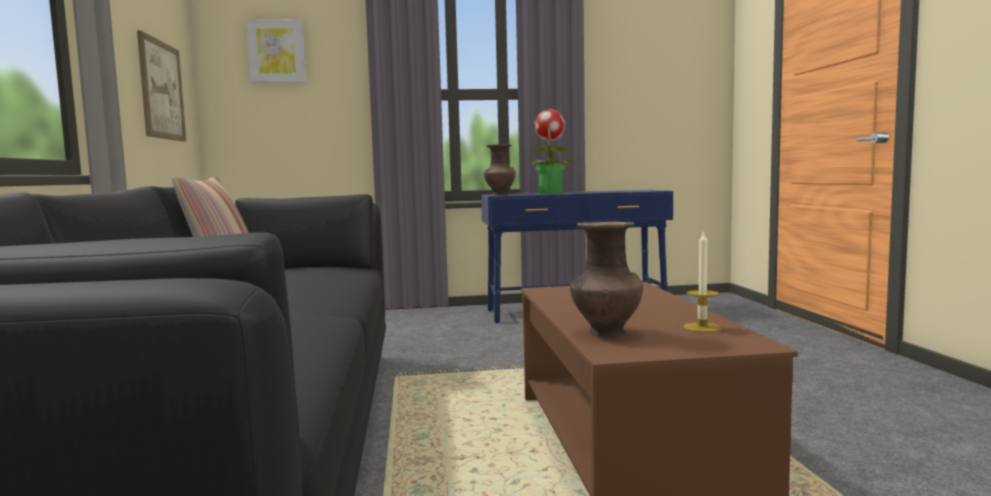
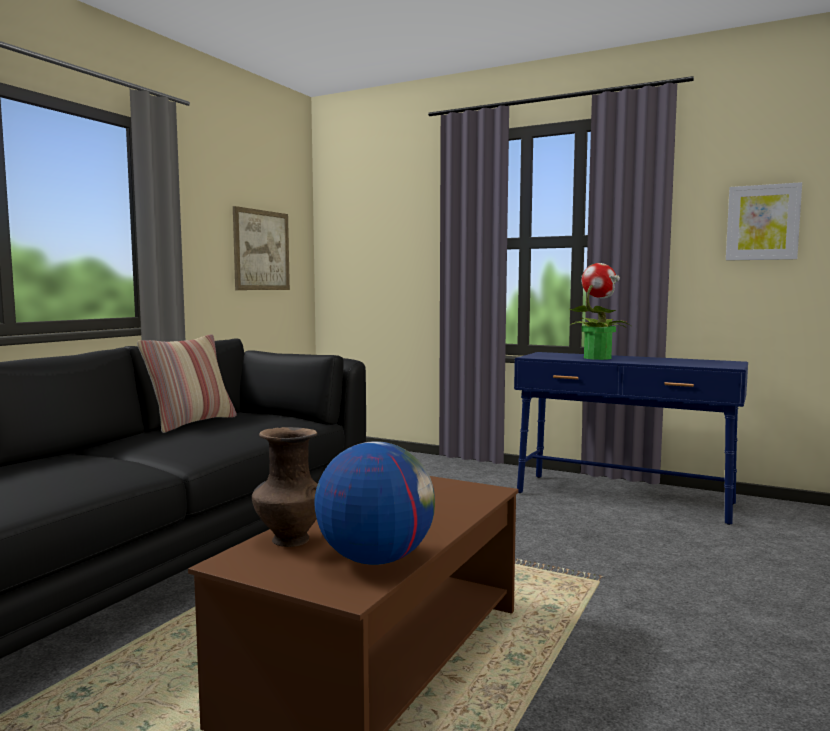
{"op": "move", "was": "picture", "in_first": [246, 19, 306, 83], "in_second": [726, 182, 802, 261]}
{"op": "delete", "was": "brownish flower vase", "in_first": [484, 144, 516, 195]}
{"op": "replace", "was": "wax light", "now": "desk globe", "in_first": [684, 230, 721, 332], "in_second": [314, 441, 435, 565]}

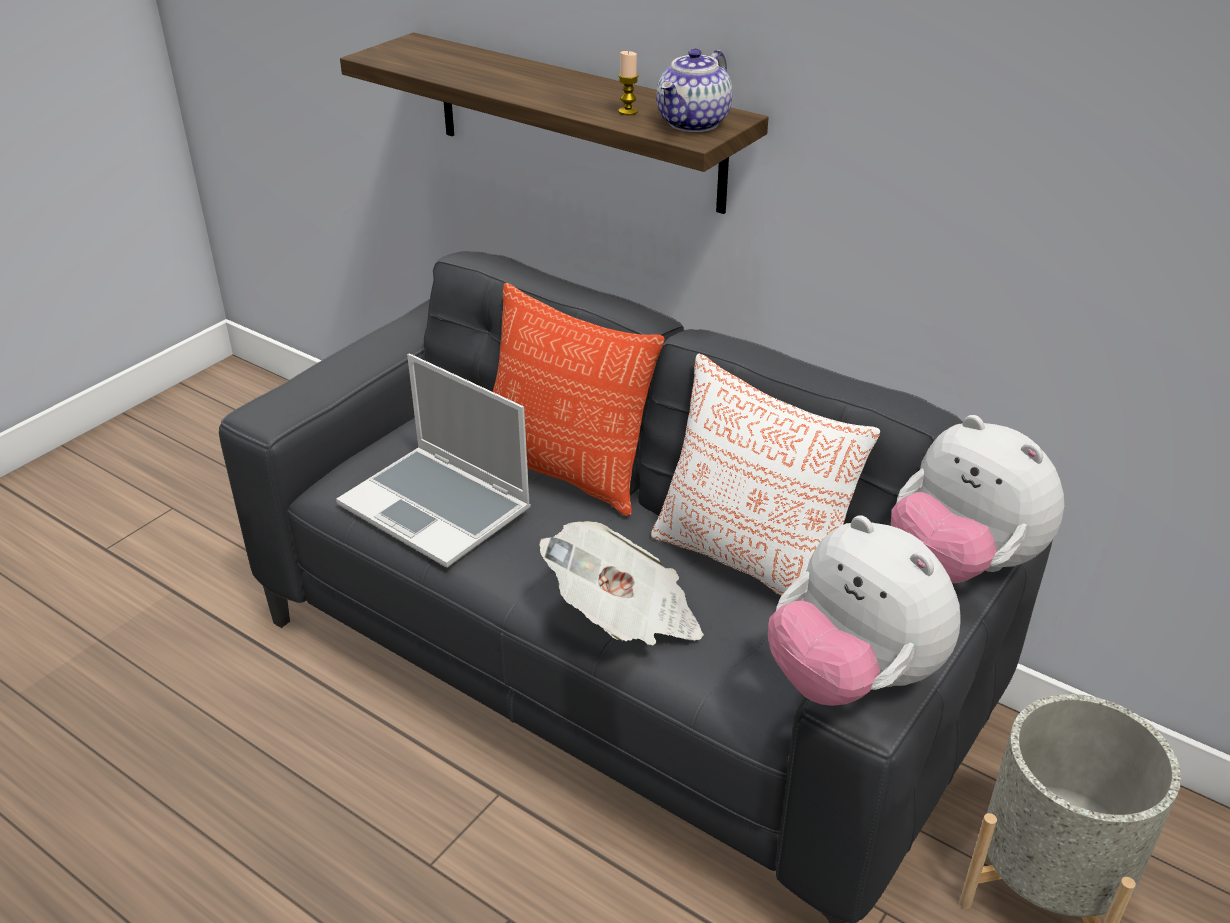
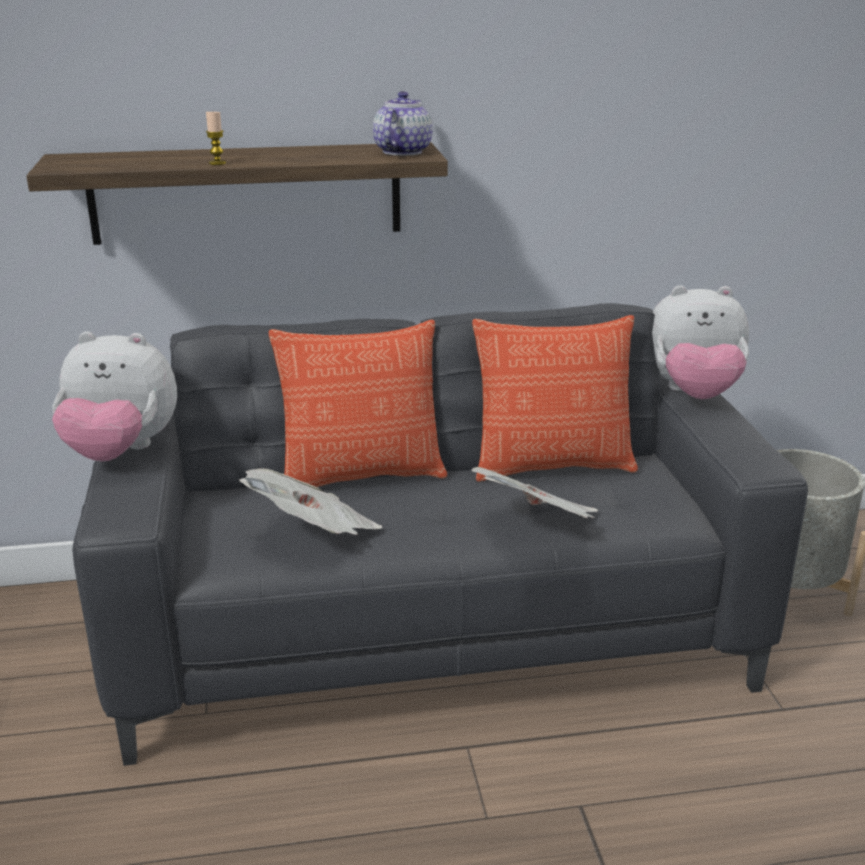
{"op": "rotate", "was": "teapot", "in_first": [657, 49, 732, 132], "in_second": [373, 91, 433, 156], "clockwise": -150}
{"op": "move", "was": "wax light", "in_first": [618, 51, 639, 115], "in_second": [206, 112, 226, 165]}
{"op": "replace", "was": "laptop", "now": "printed paper", "in_first": [336, 354, 531, 568], "in_second": [239, 468, 382, 535]}
{"op": "recolor", "was": "white-coloured cushion", "now": "orange cushion", "in_first": [651, 354, 880, 601], "in_second": [472, 315, 638, 482]}
{"op": "move", "was": "cuddly toy", "in_first": [768, 515, 961, 706], "in_second": [52, 331, 177, 462]}

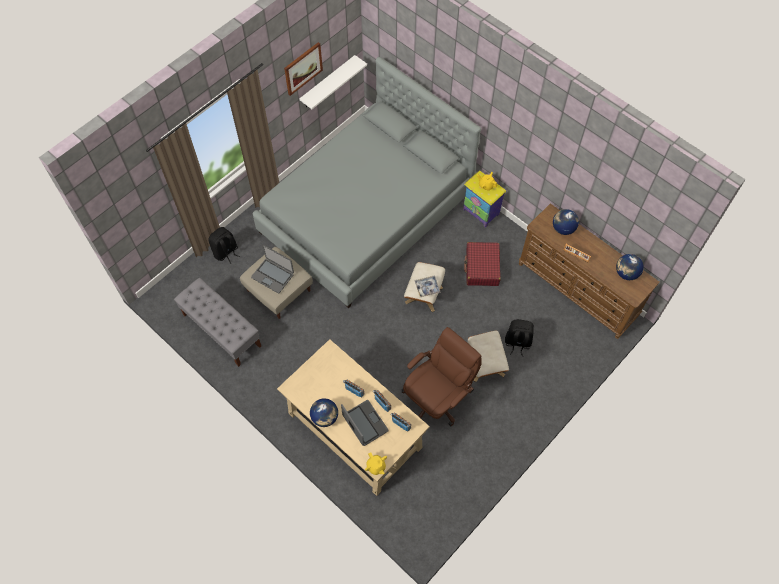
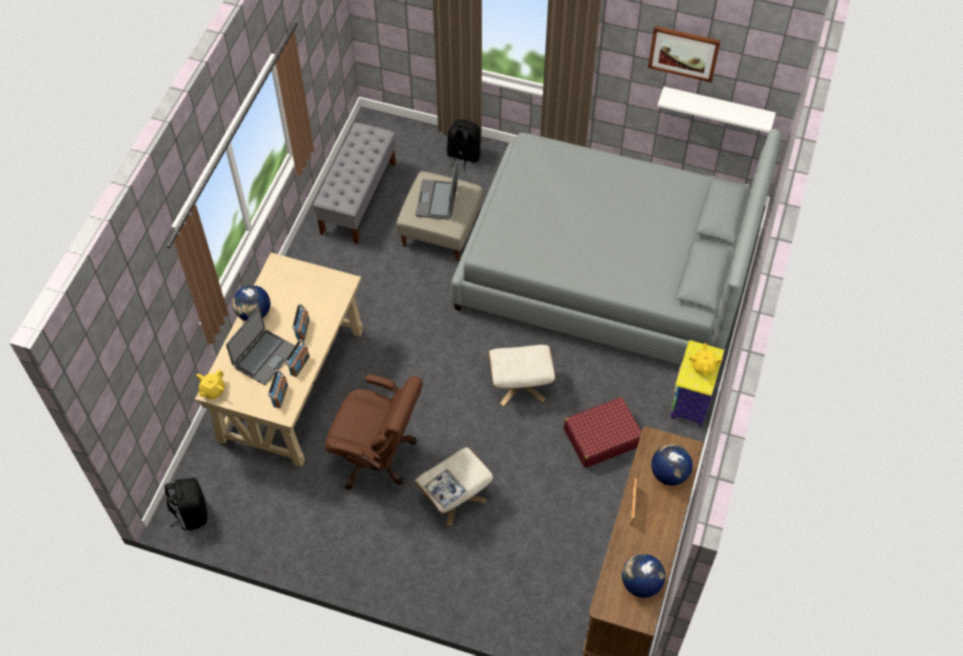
{"op": "move", "was": "serving tray", "in_first": [415, 275, 441, 297], "in_second": [423, 469, 468, 509]}
{"op": "move", "was": "blackish rucksack", "in_first": [505, 319, 534, 357], "in_second": [165, 478, 207, 531]}

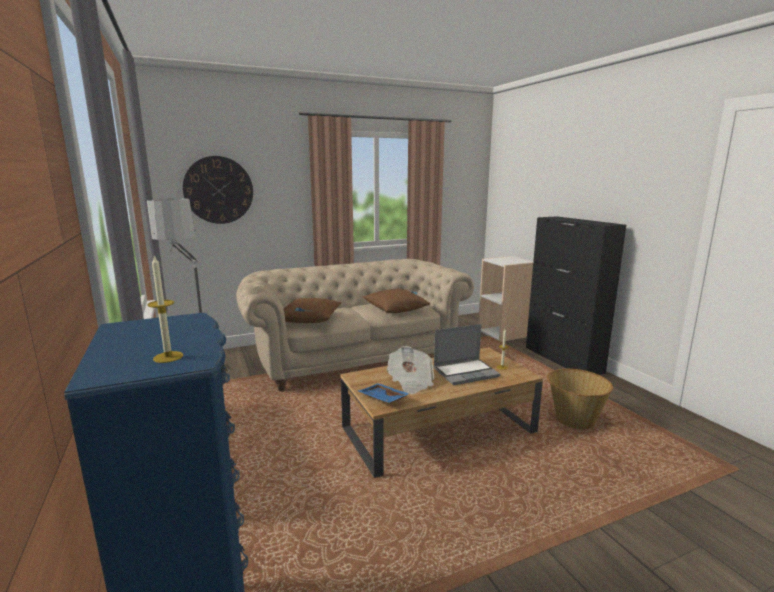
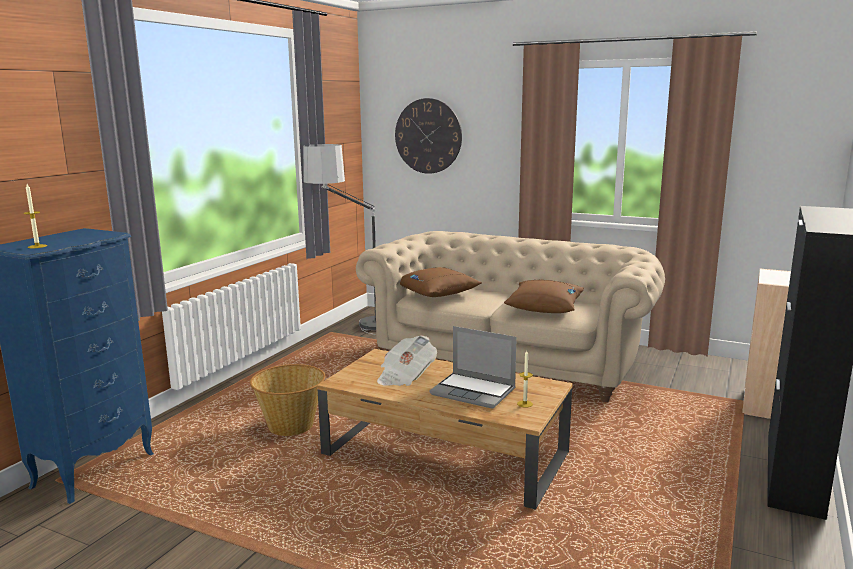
{"op": "move", "was": "storage basket", "in_first": [547, 369, 613, 429], "in_second": [250, 364, 325, 436]}
{"op": "delete", "was": "bluish serving tray", "in_first": [358, 383, 410, 403]}

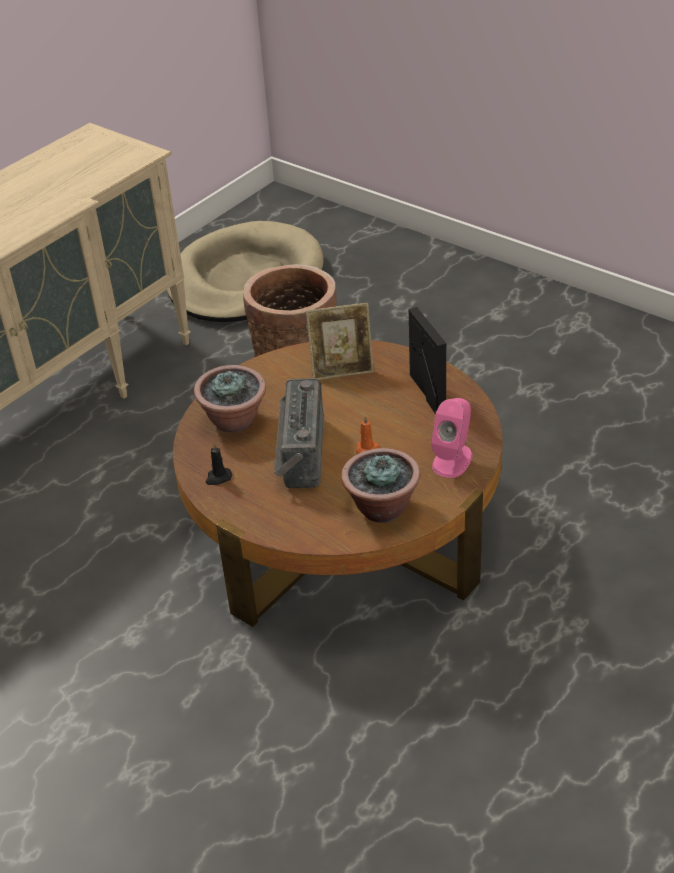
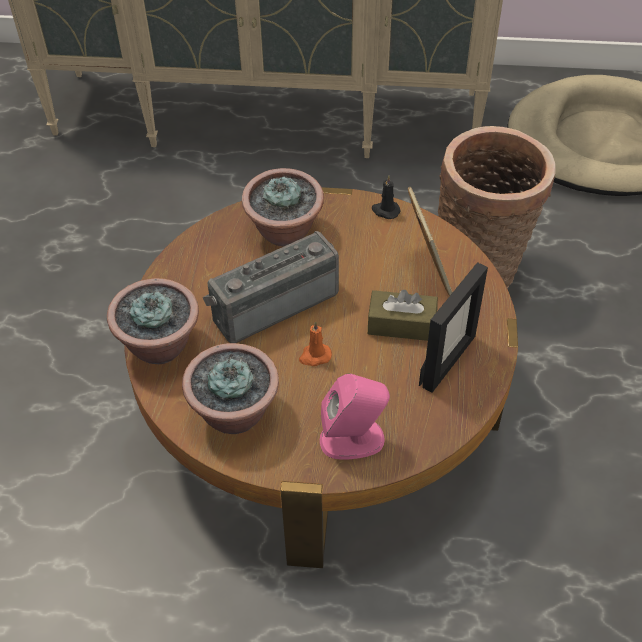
{"op": "rotate", "was": "picture frame", "in_first": [306, 303, 374, 380], "in_second": [408, 187, 452, 296], "clockwise": -150}
{"op": "move", "was": "blackish wax light", "in_first": [205, 443, 232, 485], "in_second": [372, 175, 401, 219]}
{"op": "insert", "now": "houseplant", "in_second": [107, 278, 199, 364]}
{"op": "insert", "now": "brownish tissue box", "in_second": [368, 290, 438, 341]}

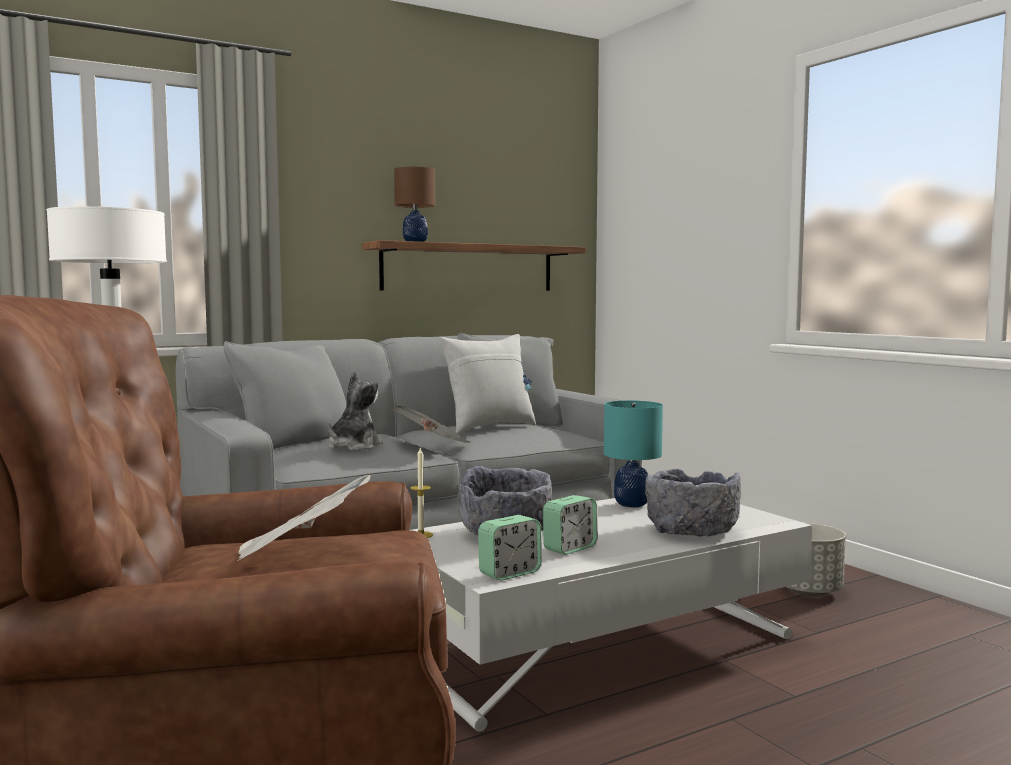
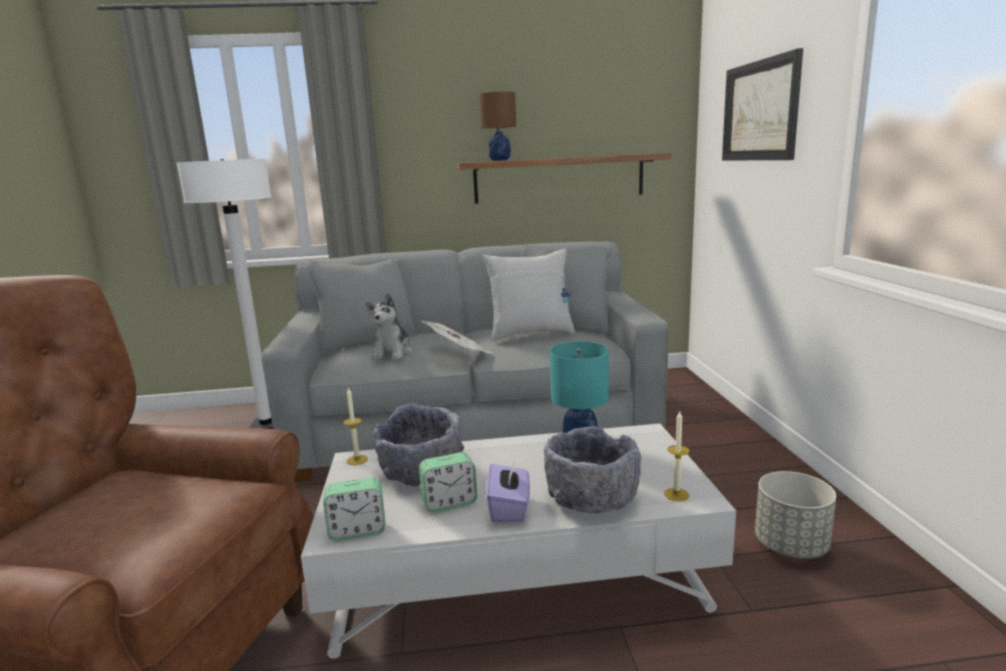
{"op": "rotate", "was": "cuddly toy", "in_first": [329, 372, 383, 451], "in_second": [365, 293, 412, 359], "clockwise": 135}
{"op": "delete", "was": "printed paper", "in_first": [236, 475, 371, 562]}
{"op": "insert", "now": "picture", "in_second": [722, 48, 803, 161]}
{"op": "insert", "now": "wax light", "in_second": [664, 411, 689, 501]}
{"op": "insert", "now": "purple-coloured tissue box", "in_second": [486, 460, 530, 523]}

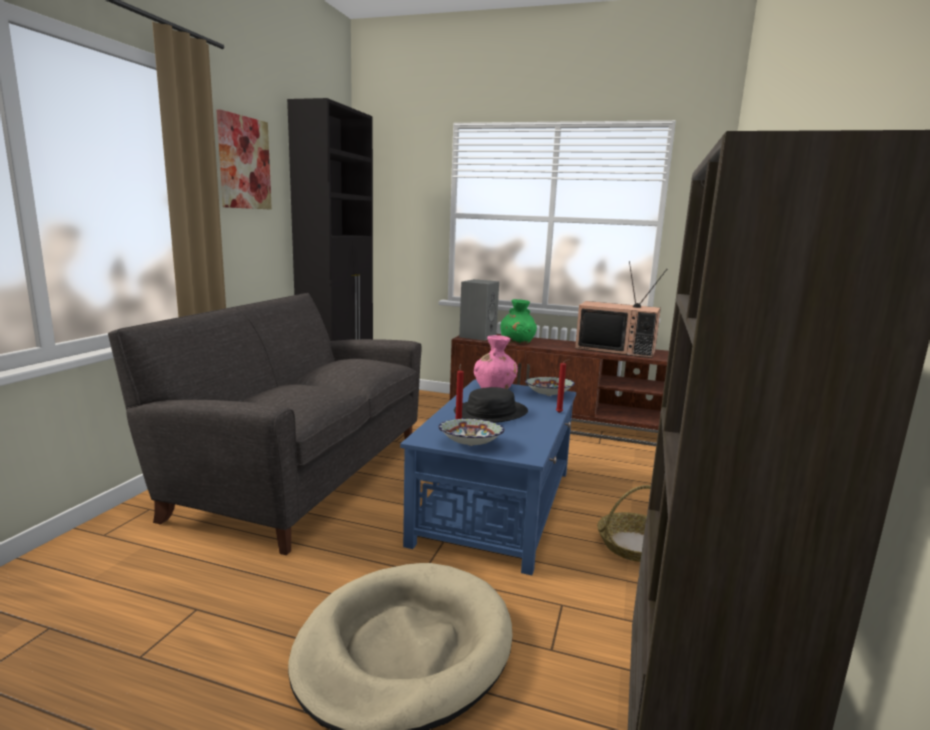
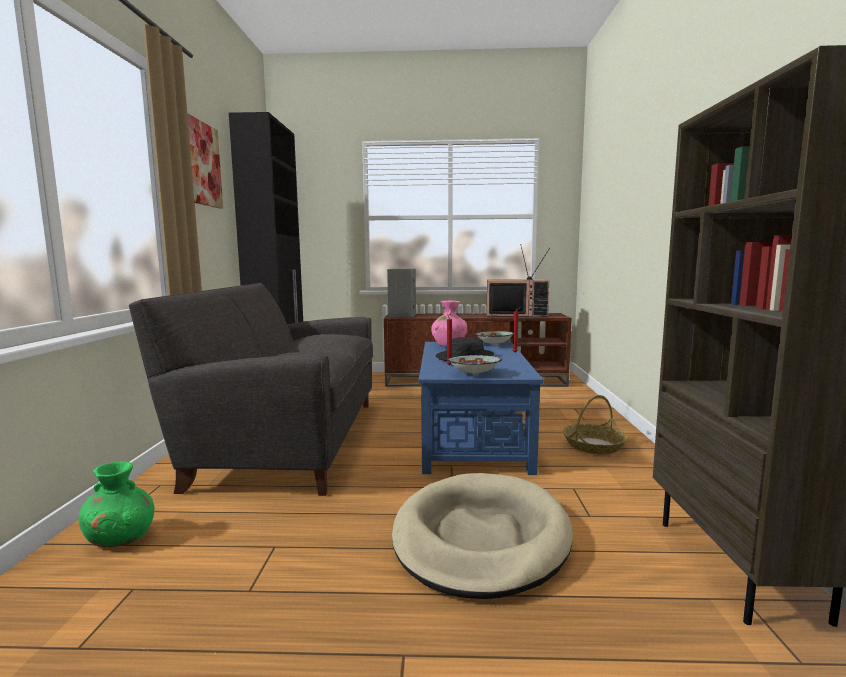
{"op": "move", "was": "green-coloured flower vase", "in_first": [500, 299, 537, 344], "in_second": [78, 461, 155, 548]}

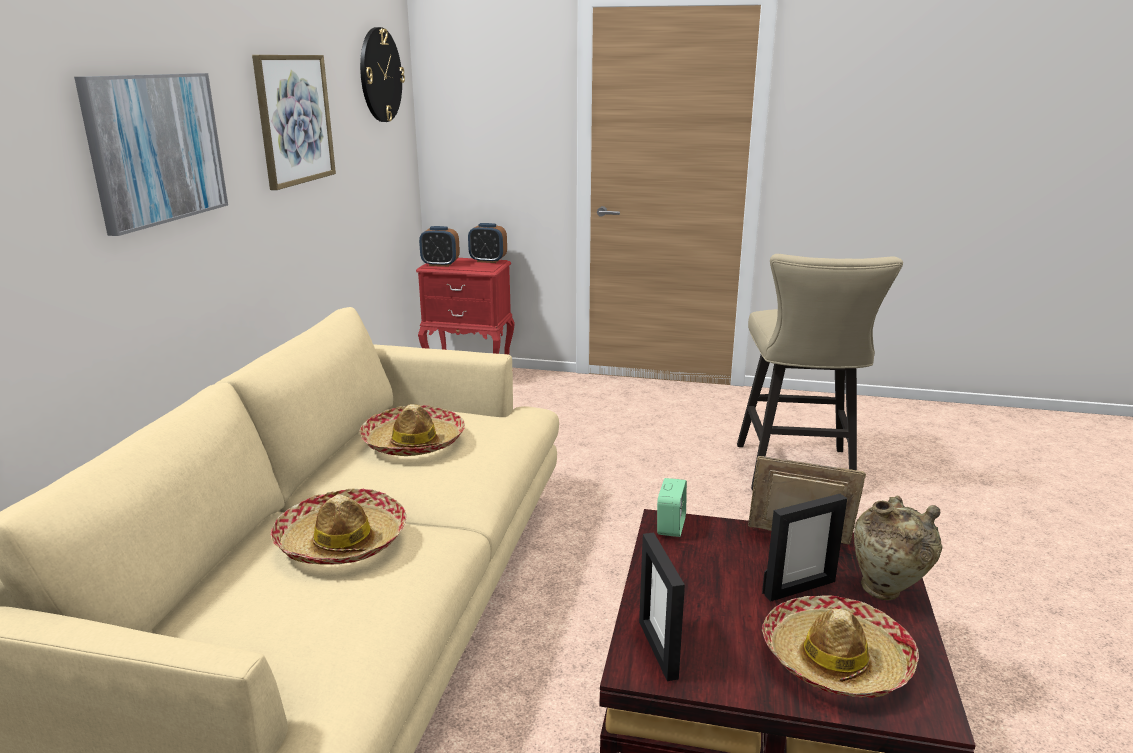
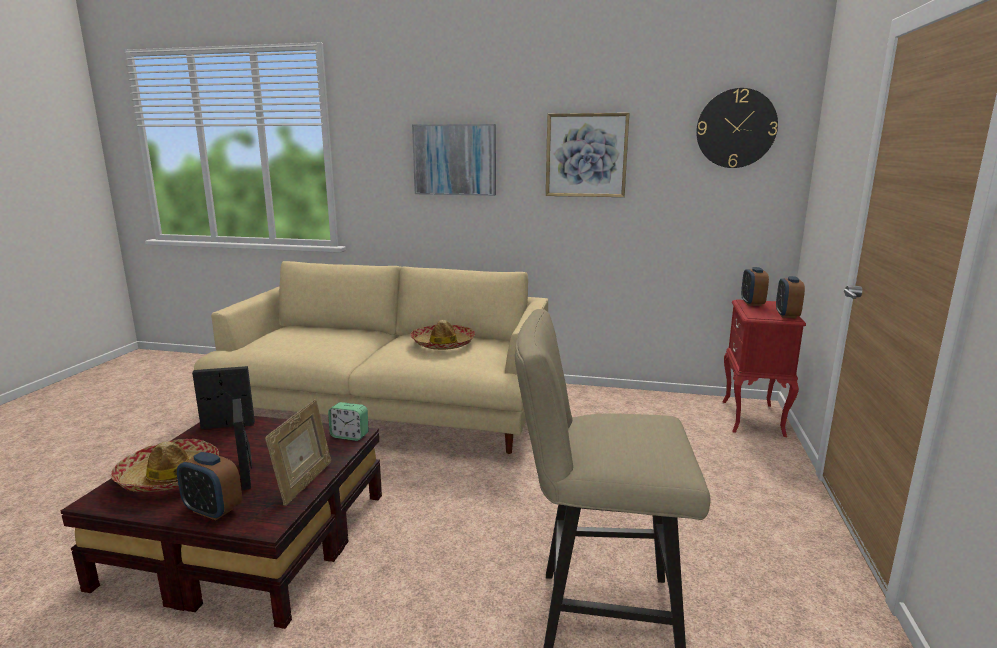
{"op": "delete", "was": "wearable hat", "in_first": [271, 489, 406, 565]}
{"op": "replace", "was": "beige flower vase", "now": "bedside clock", "in_first": [854, 495, 943, 600], "in_second": [177, 452, 242, 520]}

